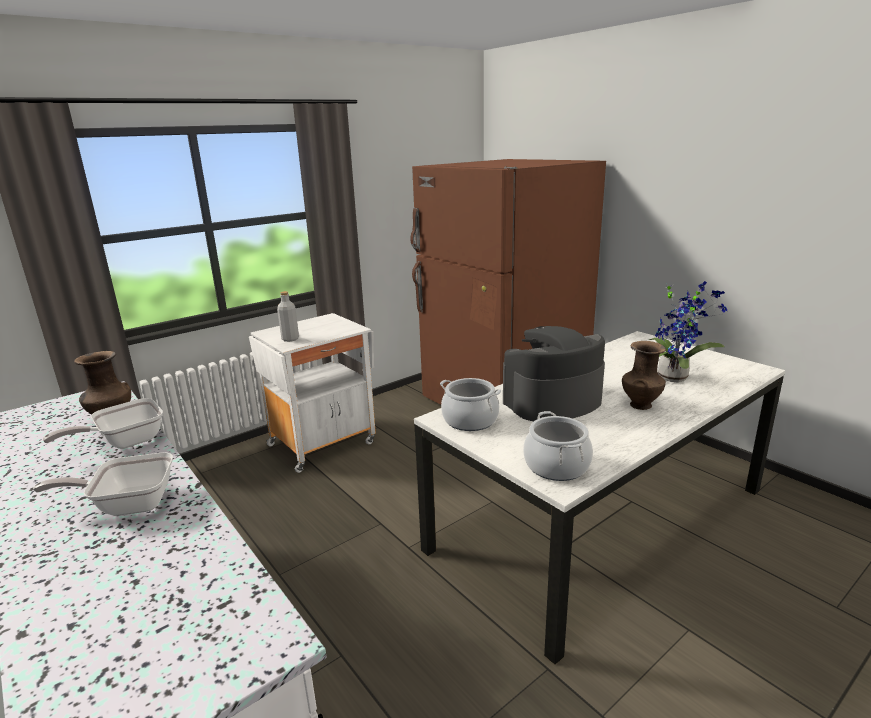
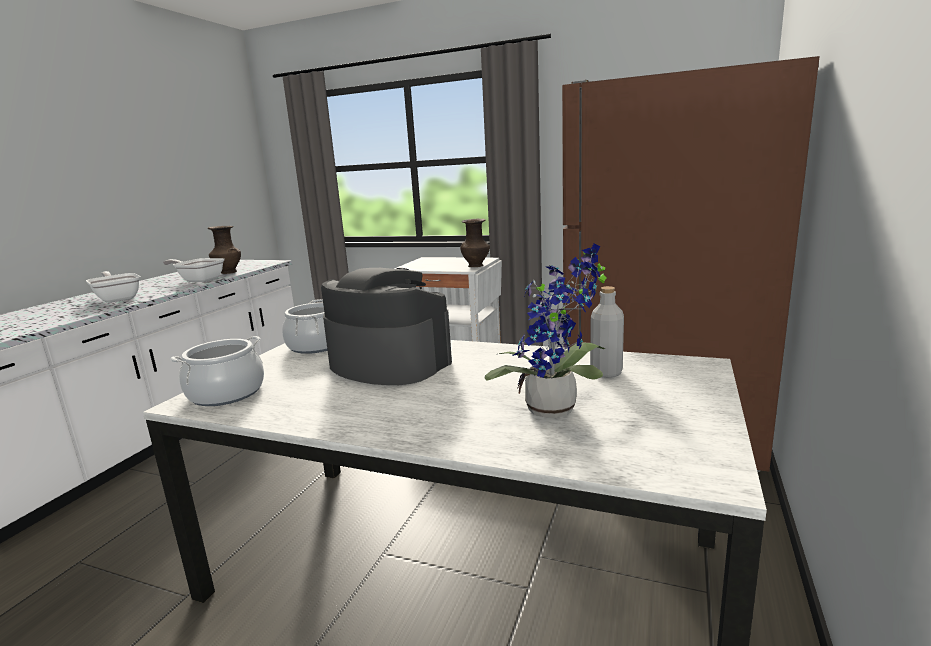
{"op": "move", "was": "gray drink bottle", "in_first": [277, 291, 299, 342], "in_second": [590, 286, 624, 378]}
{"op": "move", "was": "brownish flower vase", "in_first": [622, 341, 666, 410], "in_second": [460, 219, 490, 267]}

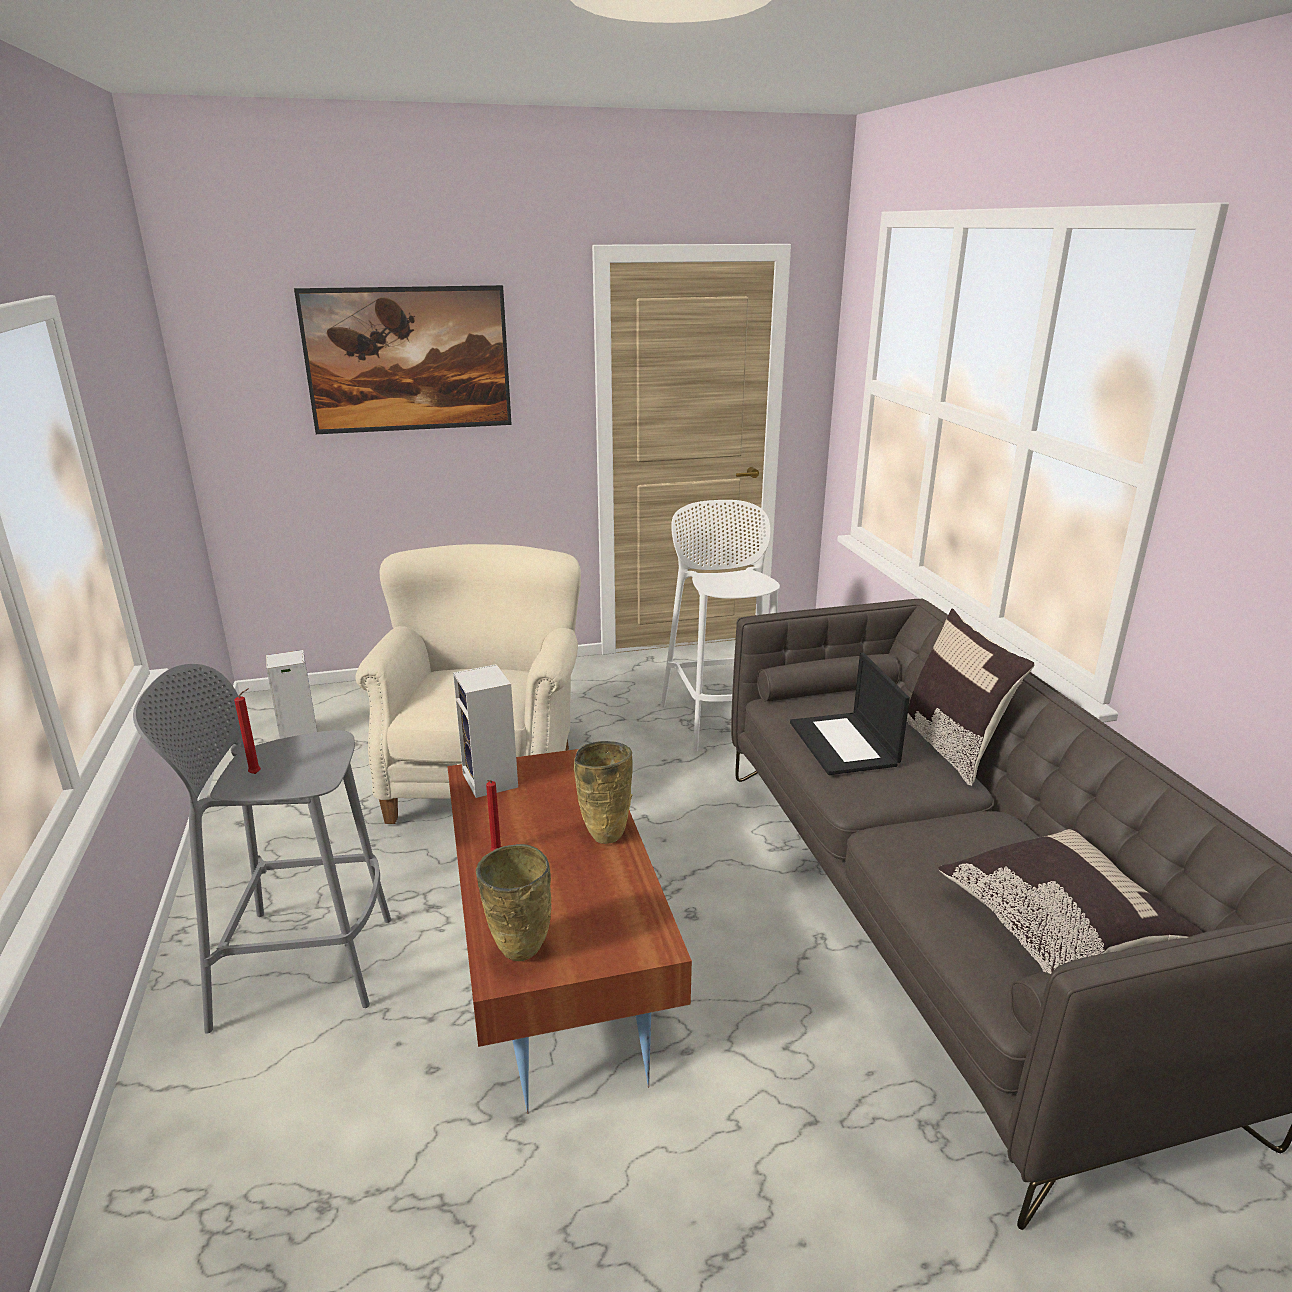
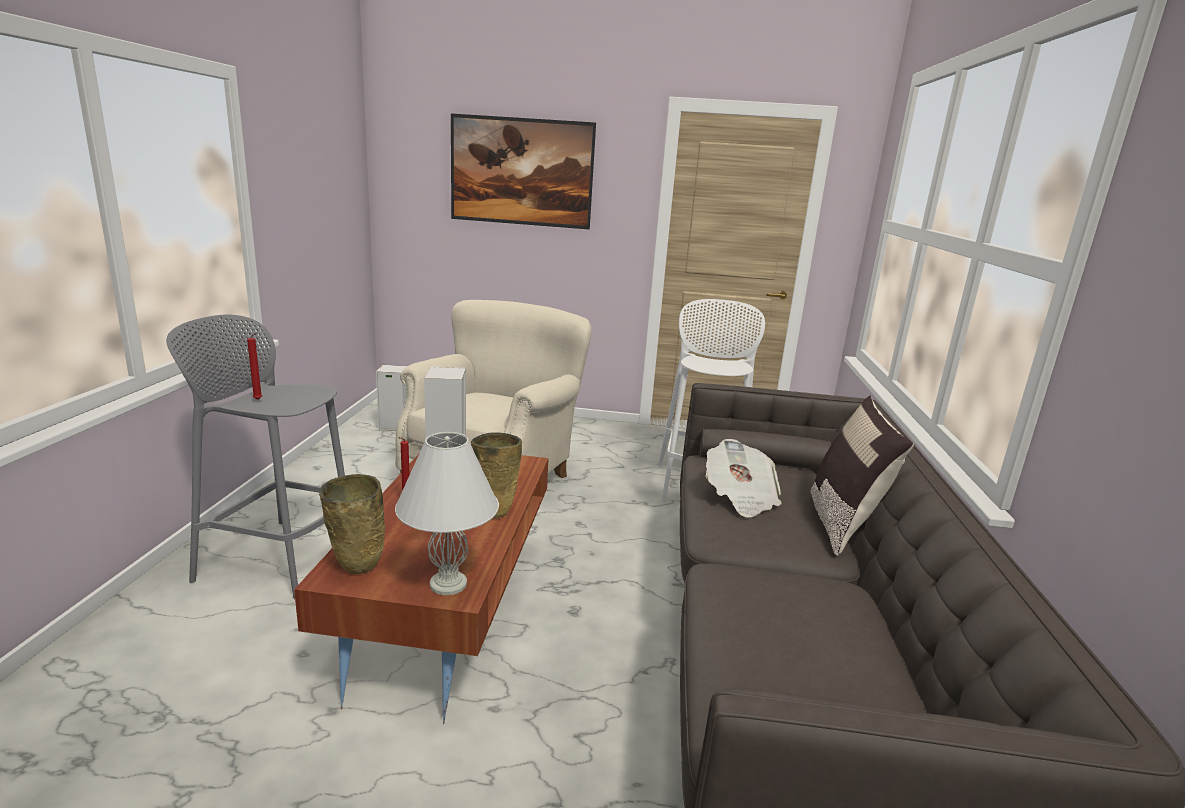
{"op": "replace", "was": "laptop", "now": "printed paper", "in_first": [790, 653, 910, 775], "in_second": [706, 439, 782, 518]}
{"op": "delete", "was": "cushion", "in_first": [938, 828, 1203, 974]}
{"op": "insert", "now": "white-coloured tabletop lamp", "in_second": [395, 432, 499, 595]}

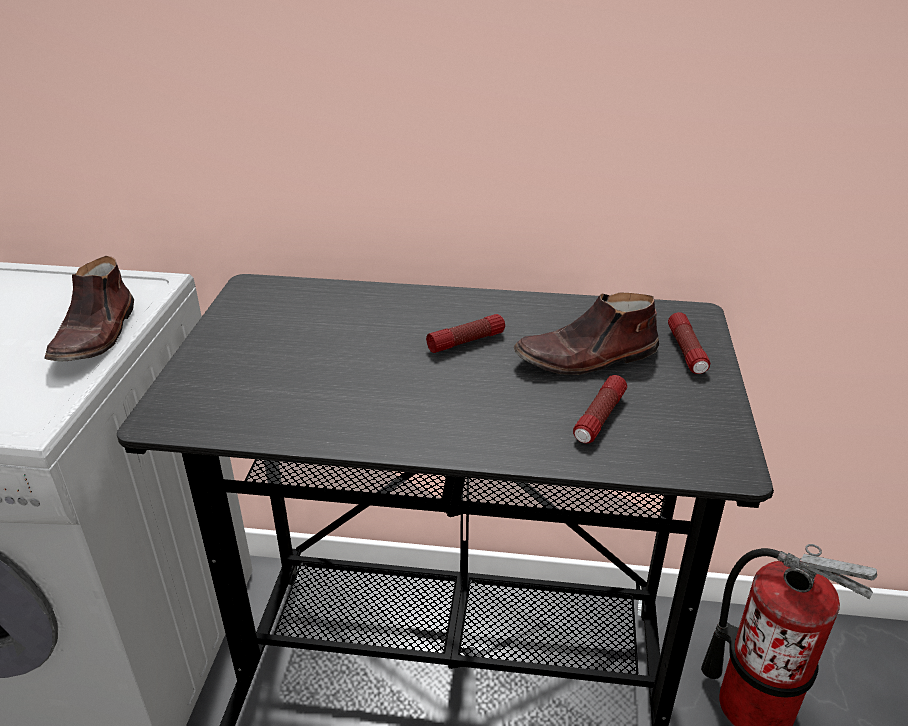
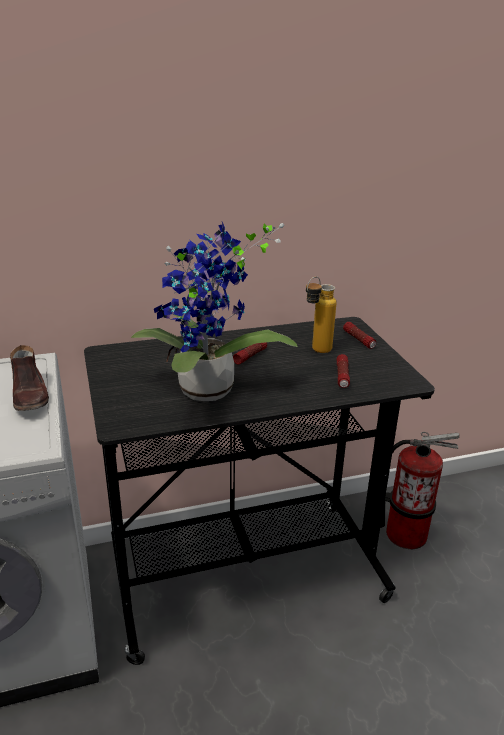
{"op": "replace", "was": "brownish shoe", "now": "drink bottle", "in_first": [514, 292, 659, 375], "in_second": [306, 276, 337, 353]}
{"op": "insert", "now": "houseplant", "in_second": [131, 222, 298, 401]}

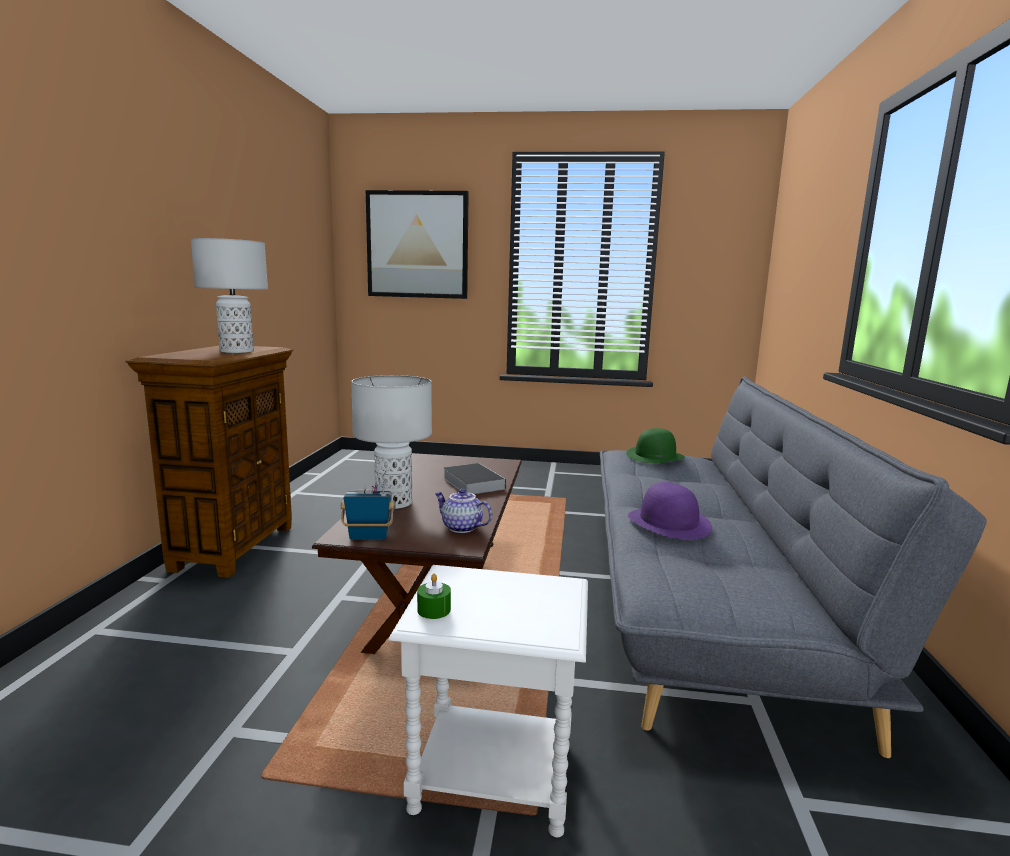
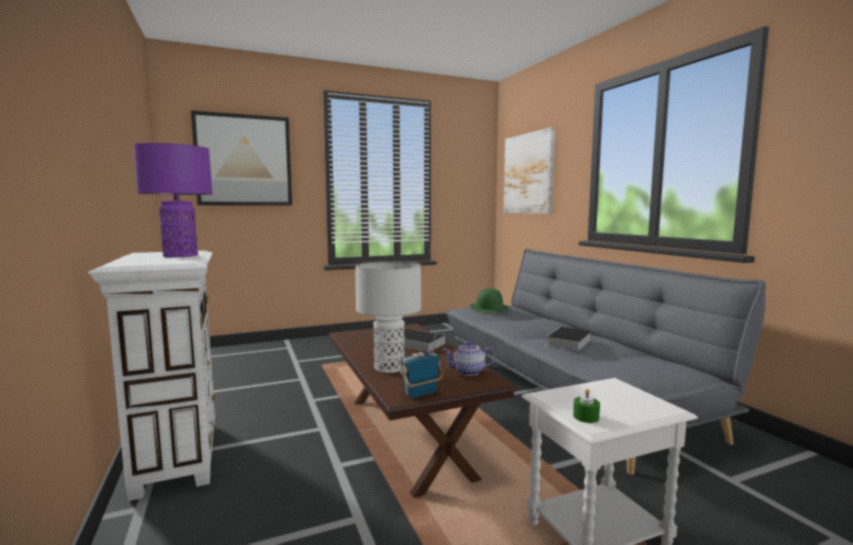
{"op": "recolor", "was": "white-coloured tabletop lamp", "now": "purple-coloured tabletop lamp", "in_first": [191, 238, 268, 353], "in_second": [134, 143, 212, 257]}
{"op": "recolor", "was": "brownish cabinet", "now": "white-coloured cabinet", "in_first": [125, 345, 293, 578], "in_second": [88, 251, 215, 501]}
{"op": "replace", "was": "purple-coloured wearable hat", "now": "book", "in_first": [628, 482, 712, 540], "in_second": [545, 327, 592, 351]}
{"op": "insert", "now": "picture", "in_second": [503, 127, 555, 214]}

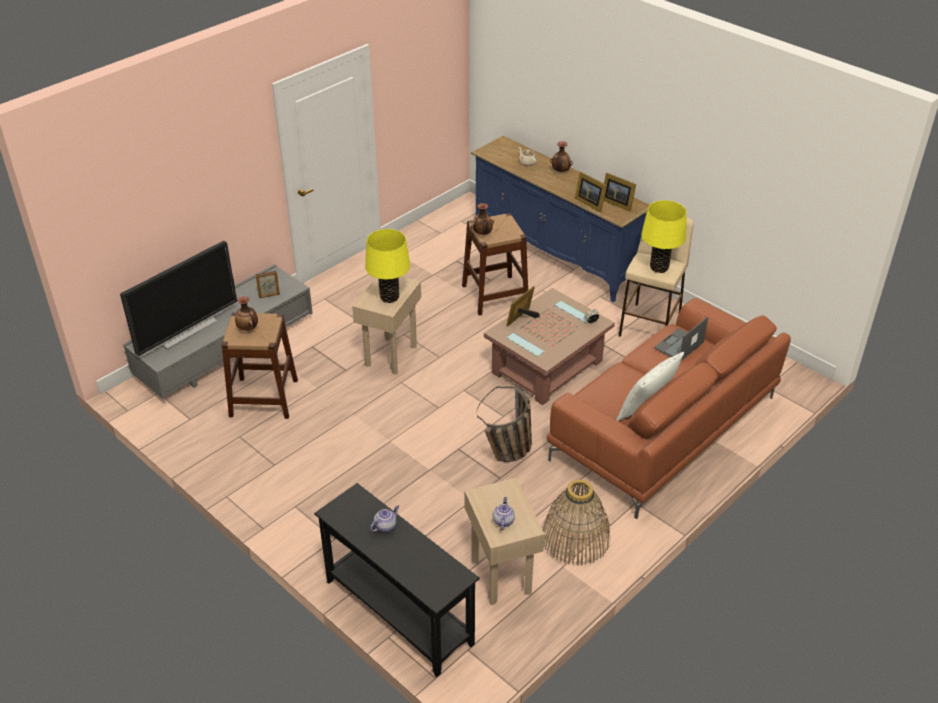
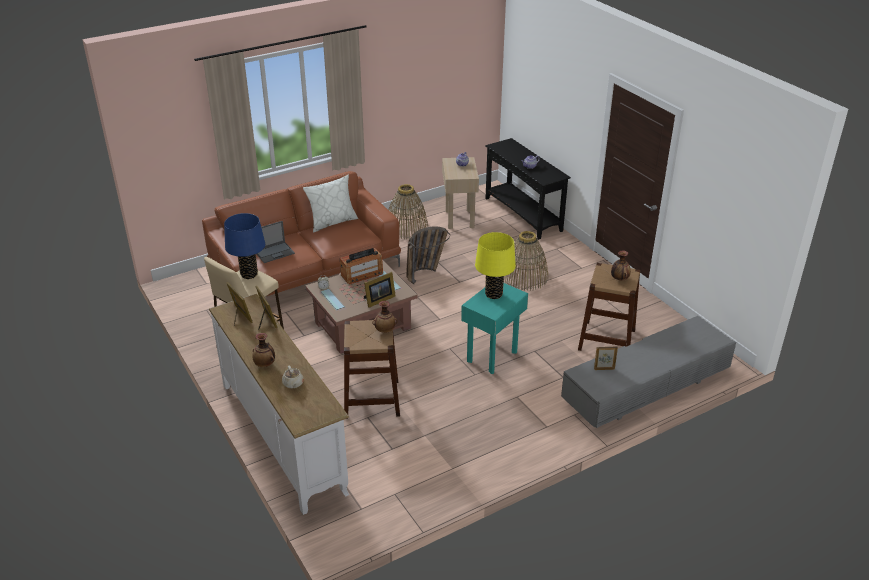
{"op": "recolor", "was": "bluish cabinet", "now": "white-coloured cabinet", "in_first": [471, 136, 649, 302], "in_second": [209, 294, 349, 515]}
{"op": "recolor", "was": "yellow-coloured tabletop lamp", "now": "bluish tabletop lamp", "in_first": [641, 200, 687, 273], "in_second": [224, 213, 265, 279]}
{"op": "delete", "was": "TV", "in_first": [120, 241, 237, 357]}
{"op": "recolor", "was": "beige accent table", "now": "turquoise accent table", "in_first": [352, 276, 421, 375], "in_second": [461, 283, 528, 374]}
{"op": "insert", "now": "storage basket", "in_second": [504, 231, 548, 291]}
{"op": "insert", "now": "radio", "in_second": [340, 248, 383, 284]}

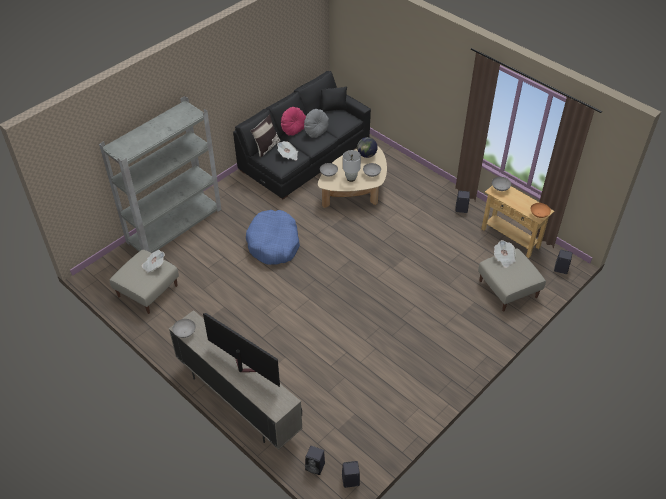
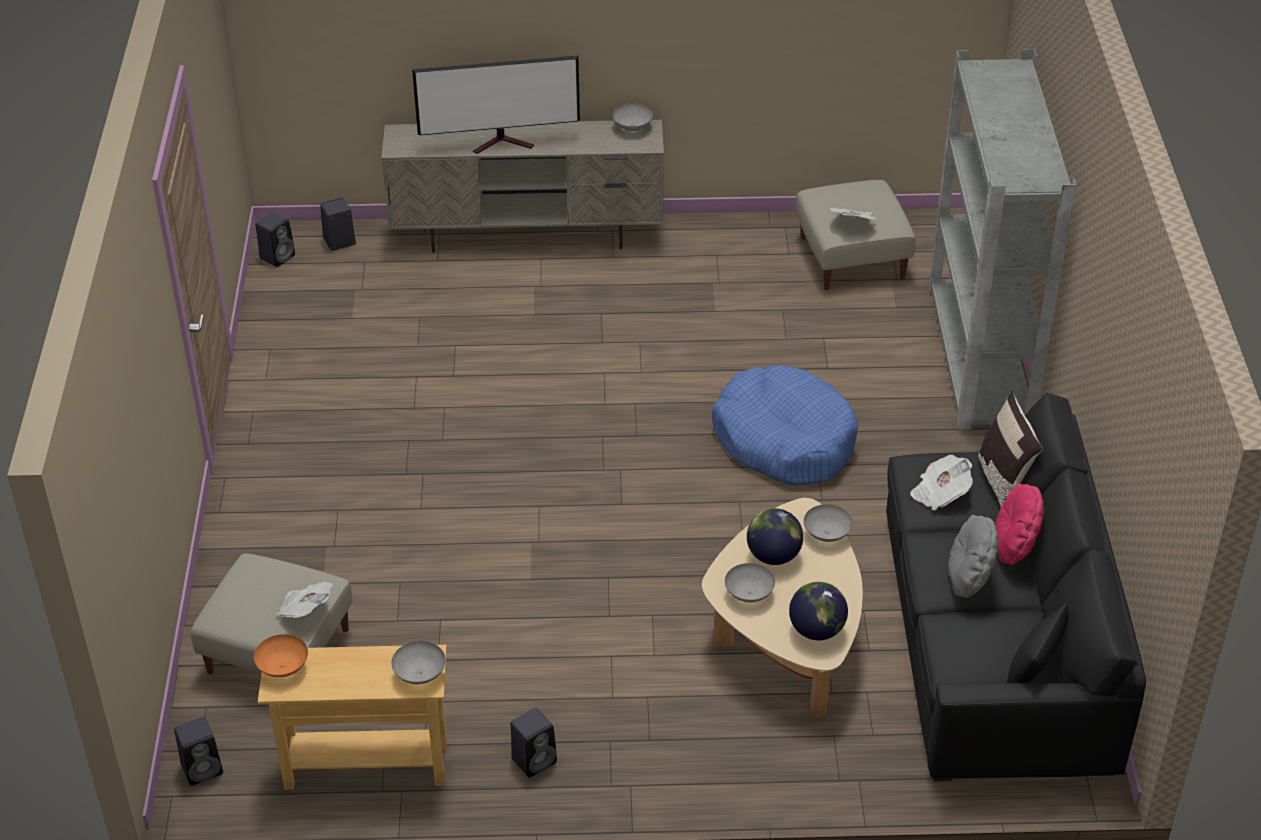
{"op": "replace", "was": "white-coloured tabletop lamp", "now": "desk globe", "in_first": [343, 150, 361, 182], "in_second": [747, 508, 803, 565]}

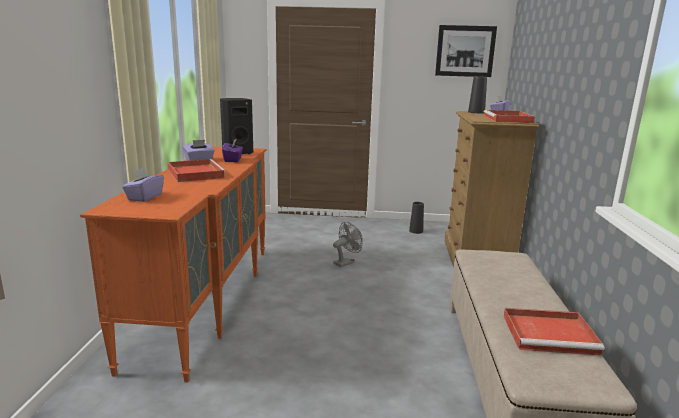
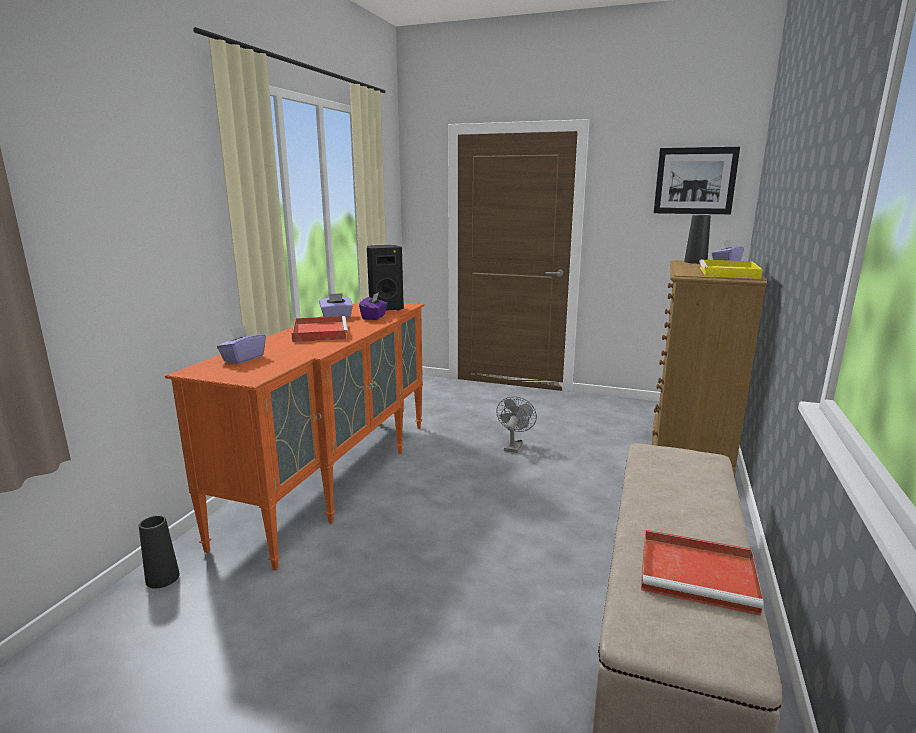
{"op": "recolor", "was": "reddish serving tray", "now": "yellow-coloured serving tray", "in_first": [484, 110, 535, 123], "in_second": [699, 259, 763, 279]}
{"op": "move", "was": "blackish flower vase", "in_first": [409, 202, 424, 234], "in_second": [139, 515, 180, 589]}
{"op": "rotate", "was": "gray electric fan", "in_first": [333, 222, 362, 267], "in_second": [496, 396, 537, 453], "clockwise": -45}

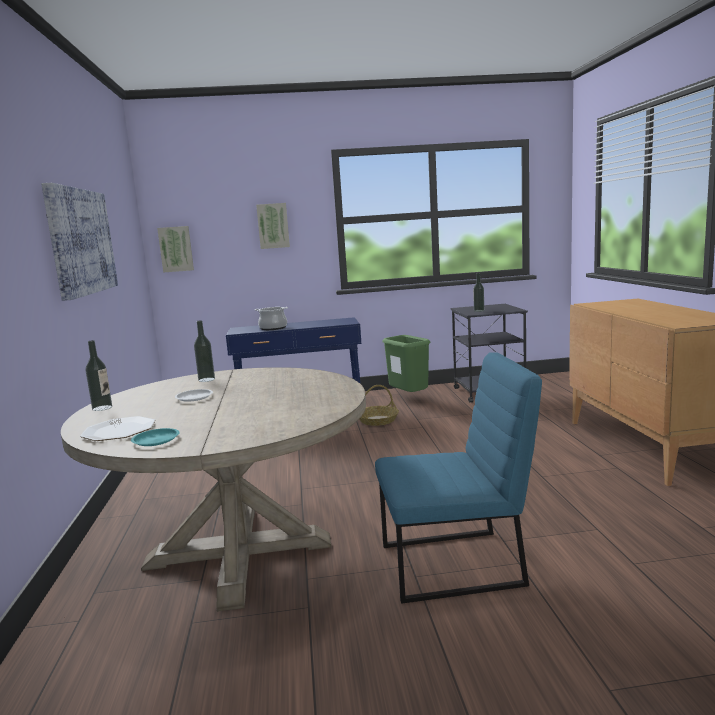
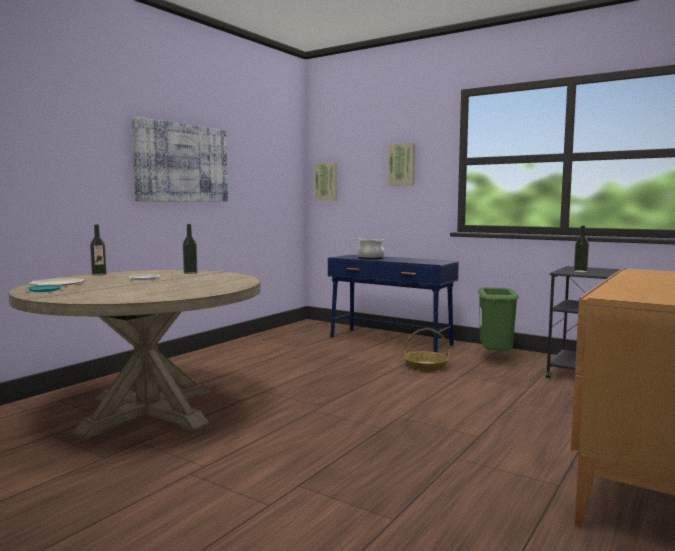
{"op": "delete", "was": "bluish plain chair", "in_first": [375, 352, 542, 604]}

